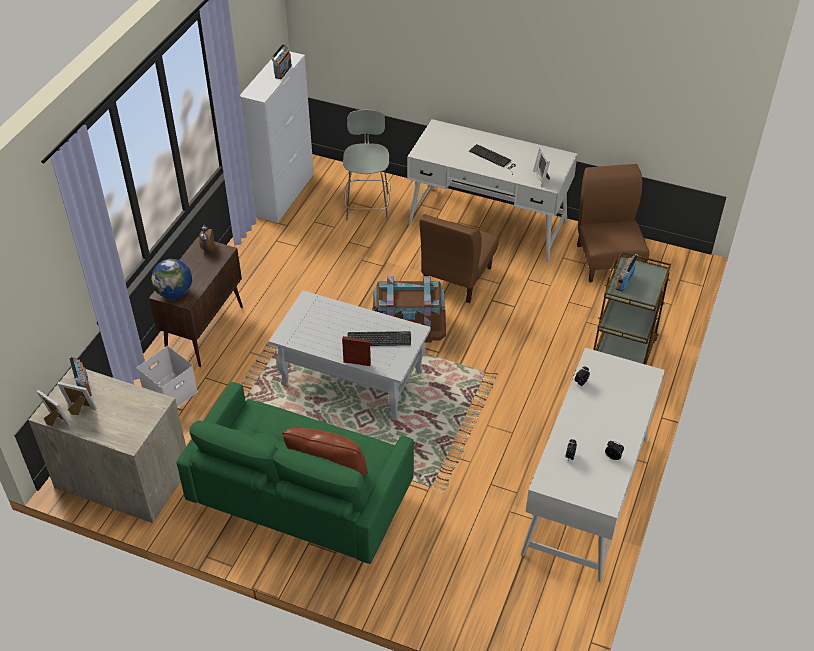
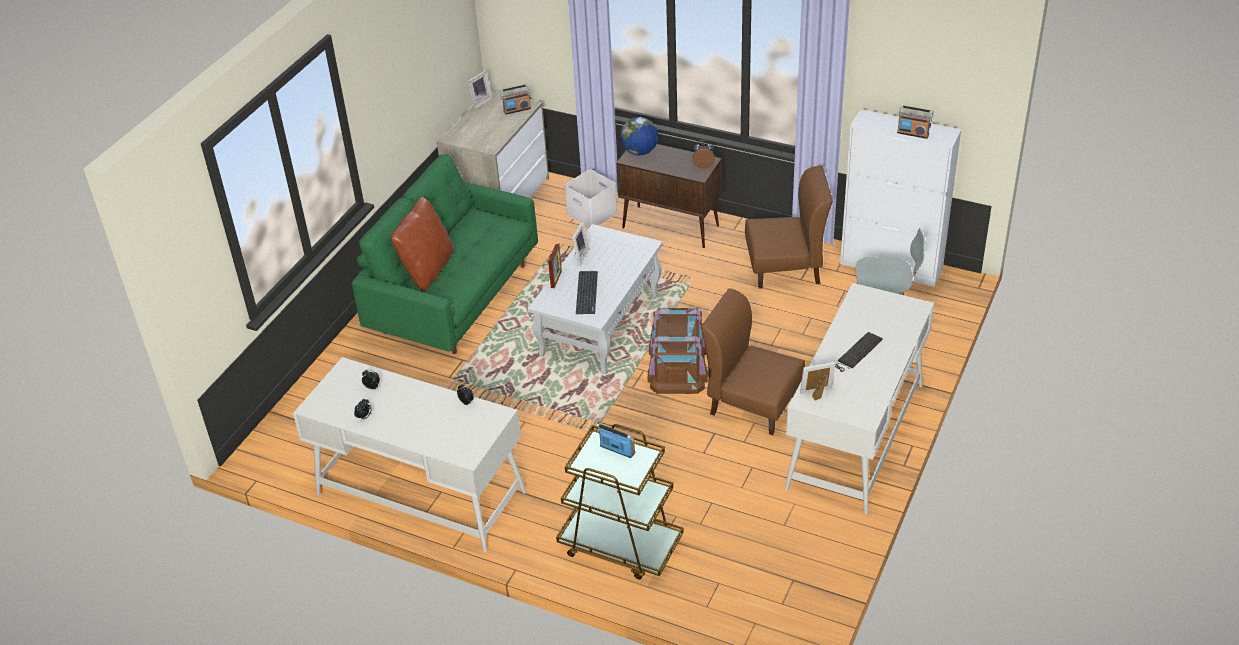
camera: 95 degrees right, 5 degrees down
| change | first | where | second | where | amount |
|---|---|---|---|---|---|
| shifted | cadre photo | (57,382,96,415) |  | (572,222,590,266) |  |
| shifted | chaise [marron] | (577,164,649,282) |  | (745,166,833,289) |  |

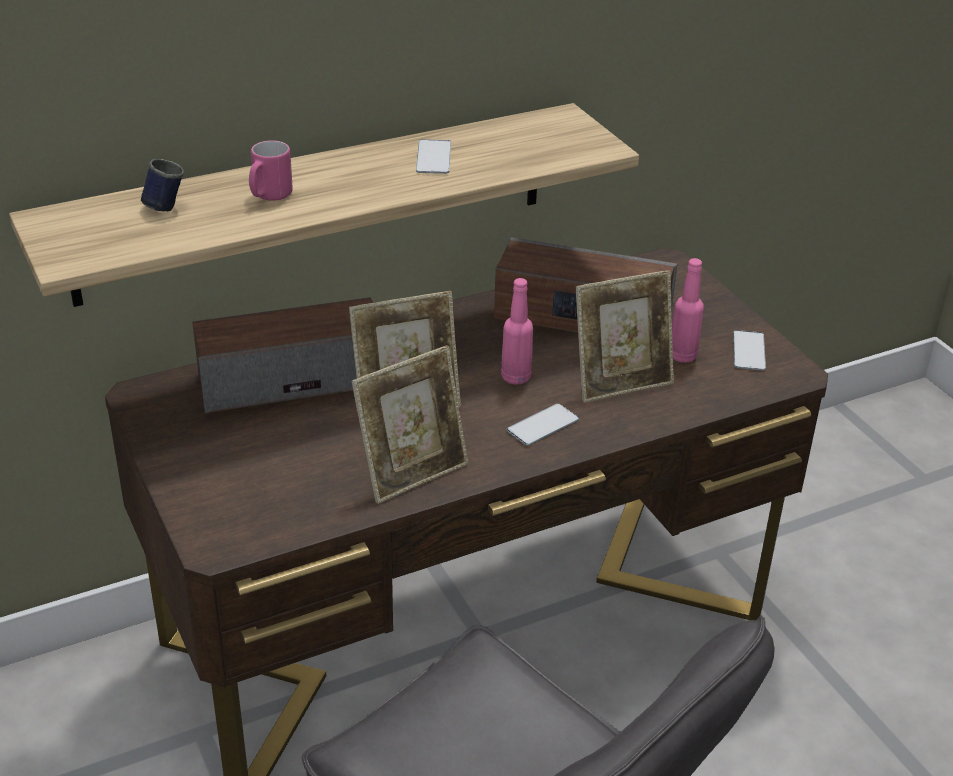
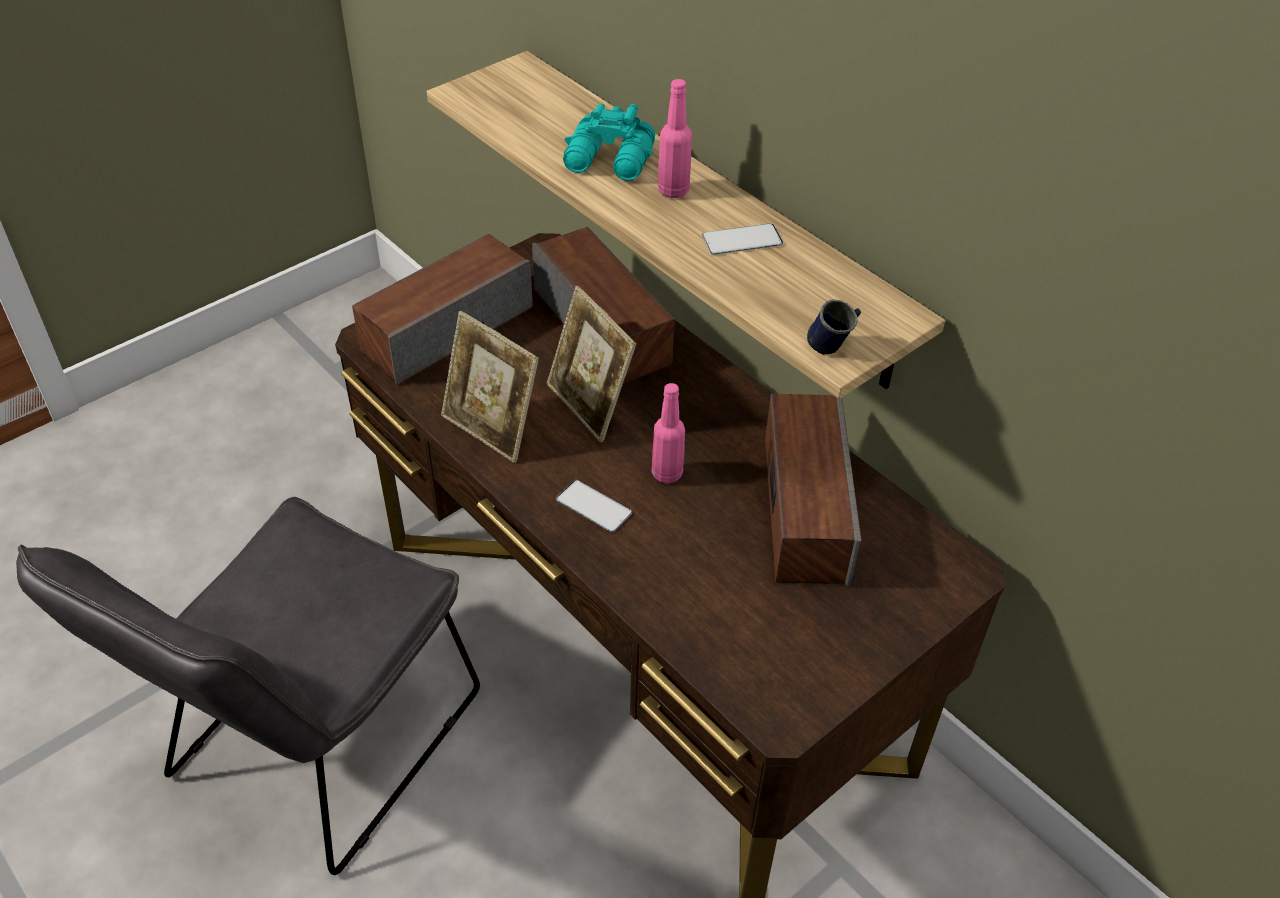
camera: 75 degrees right, 10 degrees up
| change | first | where | second | where | amount |
|---|---|---|---|---|---|
| gone | cadre photo | (576,270,674,403) |  |  |  |
| gone | téléphone | (733,330,766,370) |  |  |  |
| new |  |  | enceinte | (352,234,533,385) |  |
| shifted | mug [bleu] | (141,159,184,212) |  | (807,299,861,354) |  |
| shifted | bouteille [rose] | (672,258,704,363) |  | (658,79,692,198) |  |
| swapped | mug [rose] | (249,140,293,201) | jumelles [turquoise] | (563,103,655,181) |  |

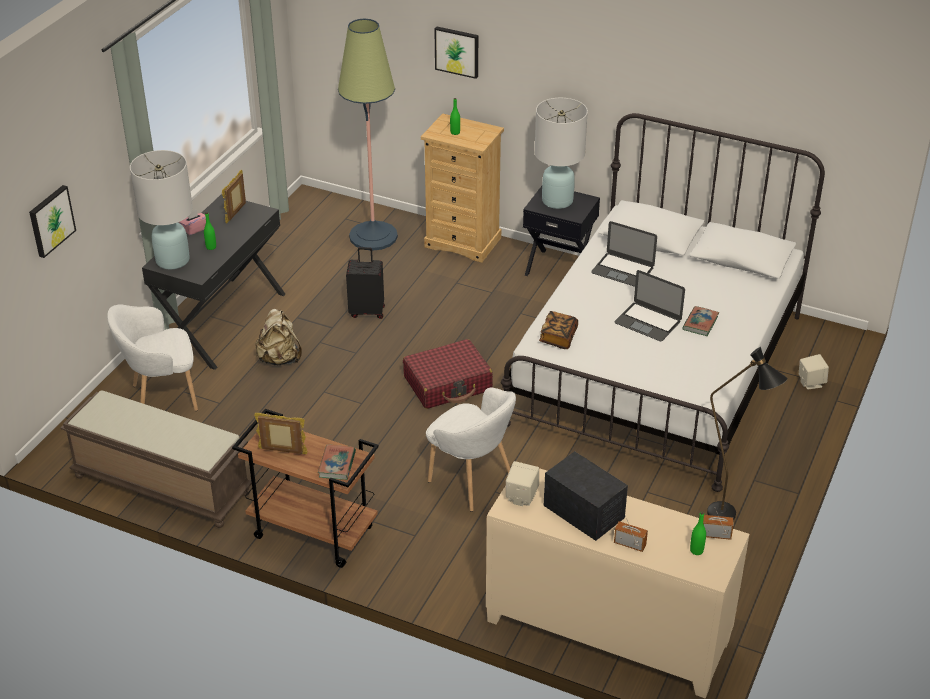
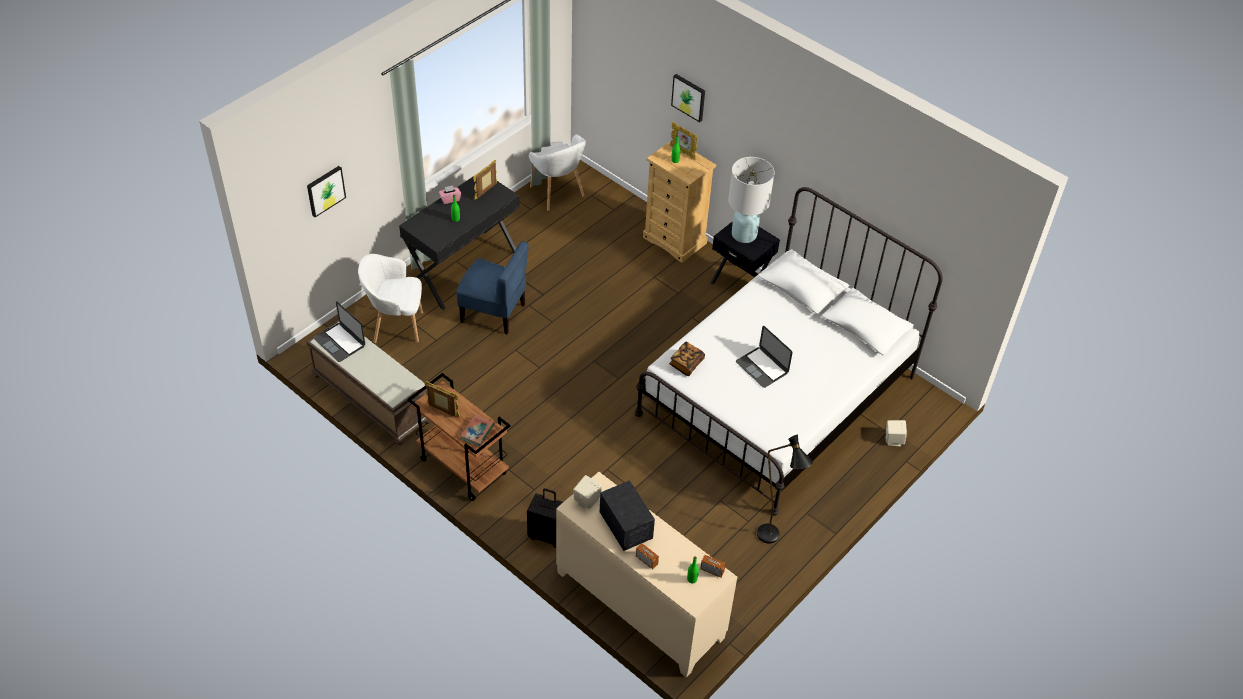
camera: 15 degrees right, 10 degrees up
| change | first | where | second | where | amount |
|---|---|---|---|---|---|
| gone | lampe de table [blanc] | (130,150,193,269) |  |  |  |
| gone | lampadaire | (338,18,398,251) |  |  |  |
| gone | valise [rouge] | (403,339,493,409) |  |  |  |
| gone | livre | (682,306,719,336) |  |  |  |
| new |  |  | cadre photo | (670,122,698,160) |  |
| shifted | valise [noir] | (346,247,385,319) |  | (527,488,563,548) |  |
| shifted | fauteuil [blanc] | (426,388,516,512) |  | (529,135,586,211) |  |
| shifted | ordinateur portable | (591,221,657,287) |  | (314,301,365,362) |  |
| swapped | sac à dos [beige] | (255,309,302,365) | chaise [bleu] | (456,241,529,334) |  |

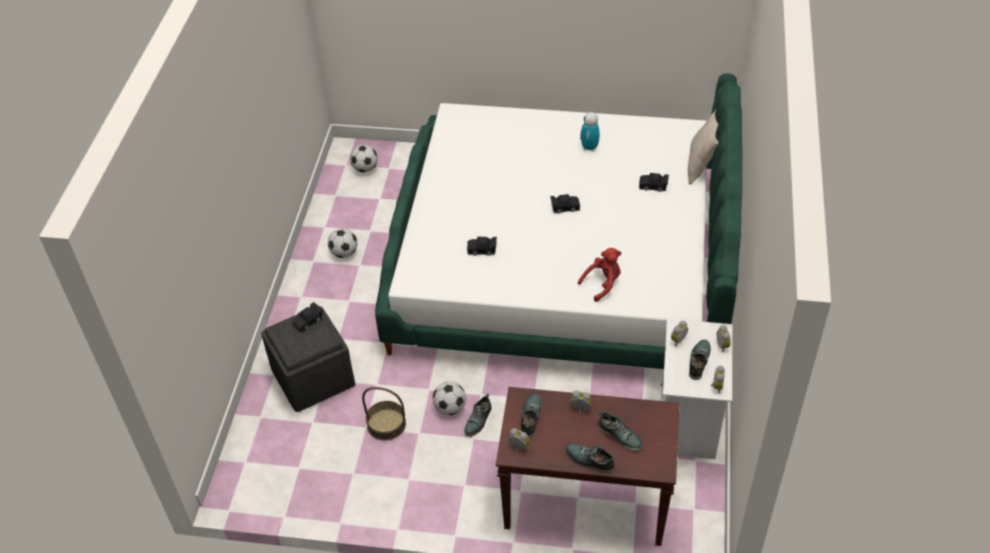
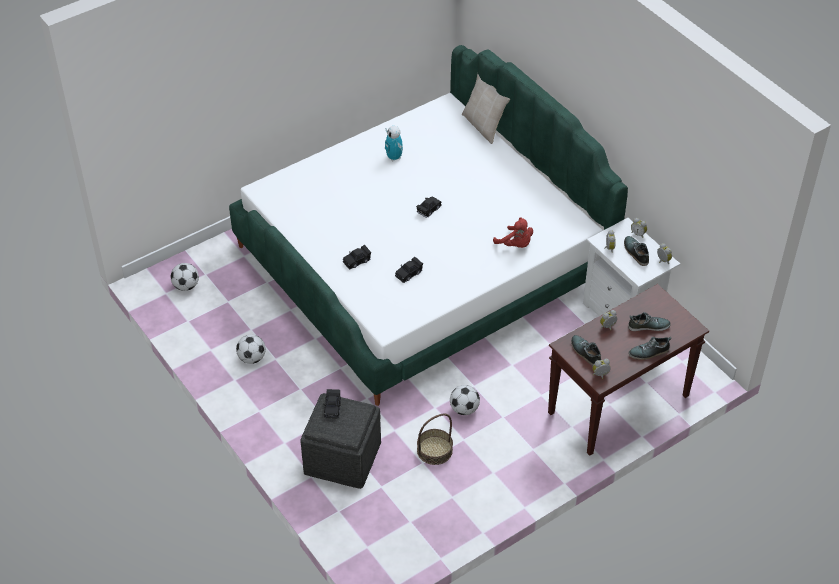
camera: 45 degrees left, 0 degrees up
| change | first | where | second | where | amount |
|---|---|---|---|---|---|
| gone | chaussure | (464,393,492,437) |  |  |  |
| shifted | petite voiture [noir] | (639,173,669,192) |  | (343,245,371,269) |  |
| rotated | peluche [rouge] | (578,248,622,302) |  | (493,217,533,248) | 120 degrees clockwise |

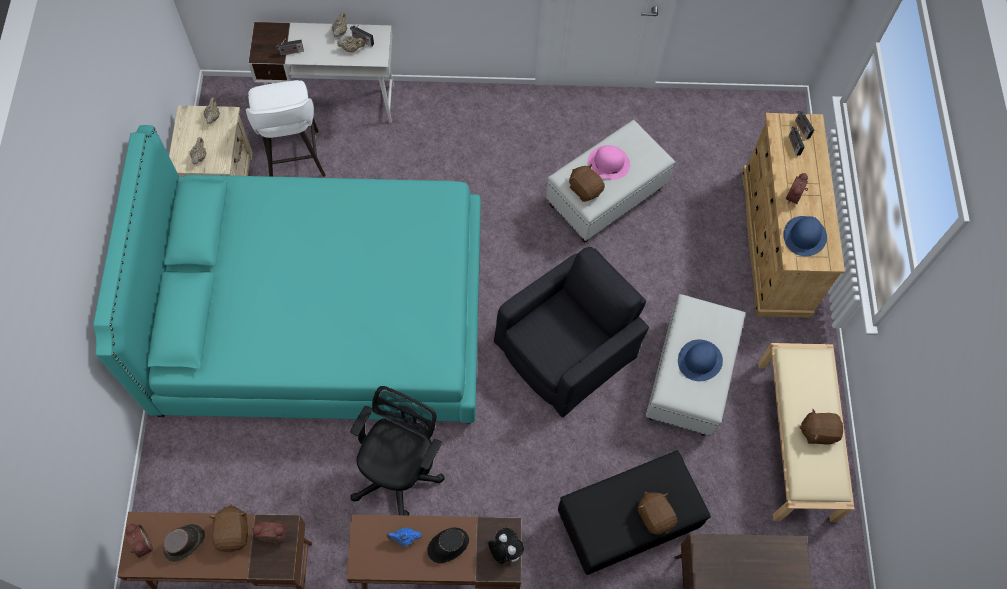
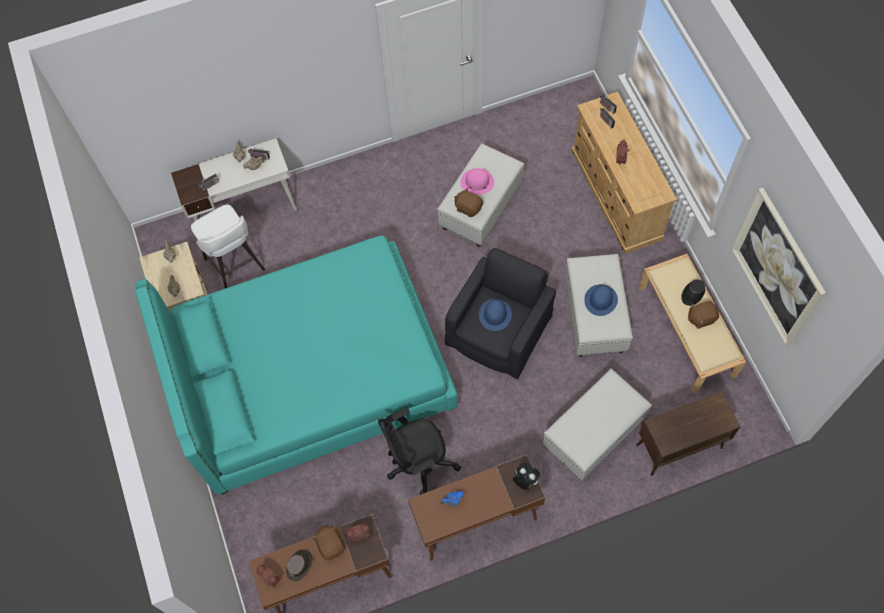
camera: 15 degrees left, 0 degrees up
| change | first | where | second | where | amount |
|---|---|---|---|---|---|
| gone | peluche [marron] | (638,492,677,535) |  |  |  |
| new |  |  | tableau | (731,188,826,346) |  |
| shifted | chapeau [noir] | (427,528,469,563) |  | (681,279,705,306) |  |
| shifted | chapeau [bleu] | (784,216,827,256) |  | (479,299,512,331) |  |
| repainted | pouf [noir] | (558,450,711,575) | pouf [blanc] | (543,369,652,481) |  |
| rotated | chaise de bureau [noir] | (350,386,445,516) |  | (378,407,461,495) | 120 degrees counterclockwise |

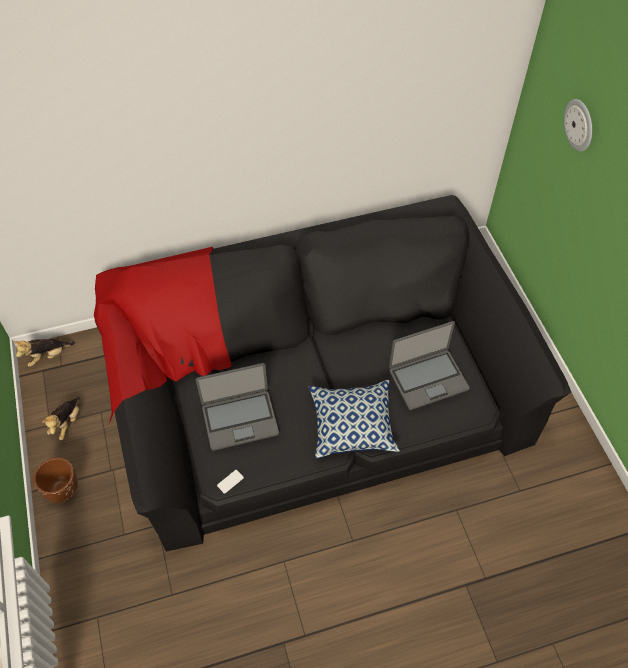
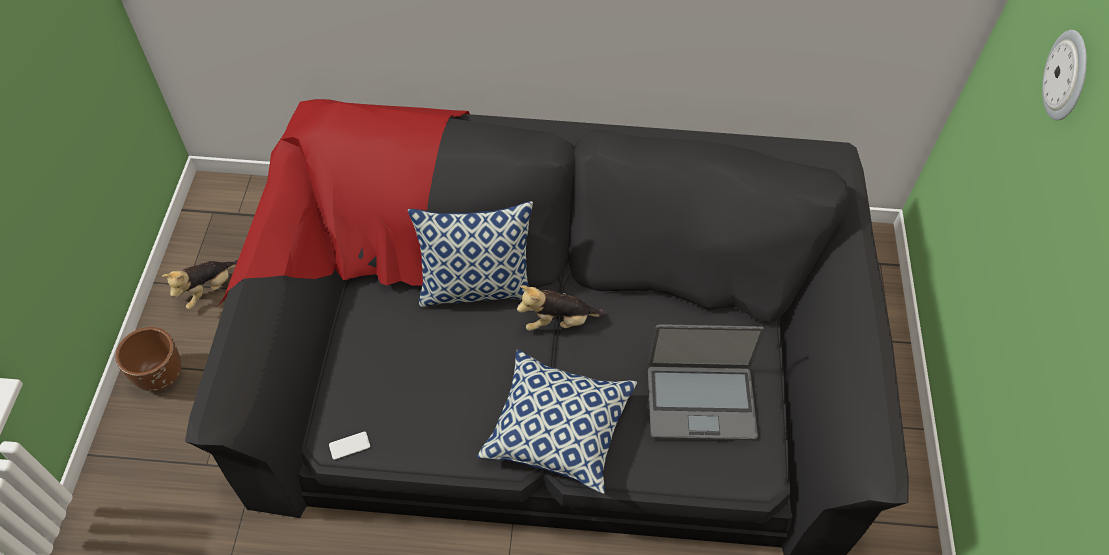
camera: 20 degrees right, 0 degrees up
| change | first | where | second | where | amount |
|---|---|---|---|---|---|
| gone | ordinateur portable | (196,363,279,451) |  |  |  |
| new |  |  | coussin | (408,201,533,307) |  |
| shifted | peluche | (13,339,75,367) |  | (517,285,606,331) |  |

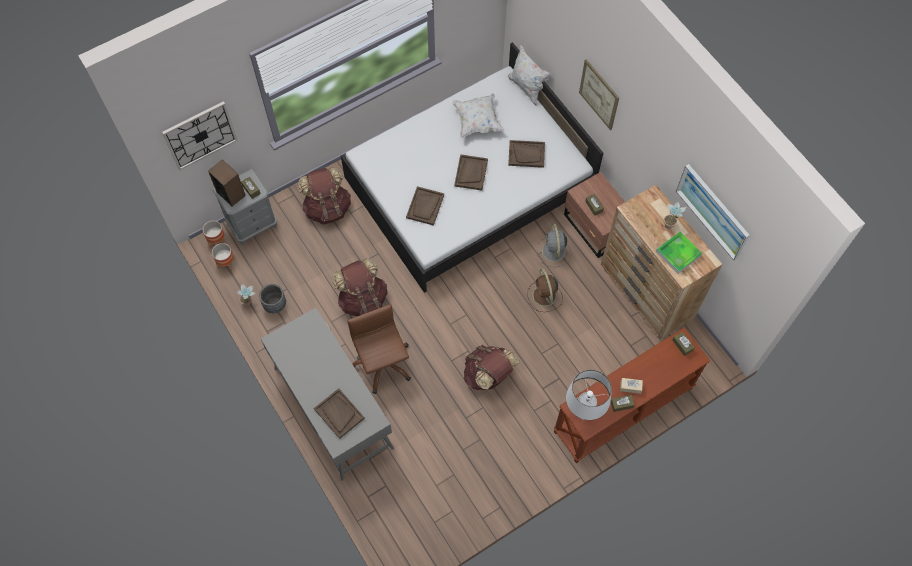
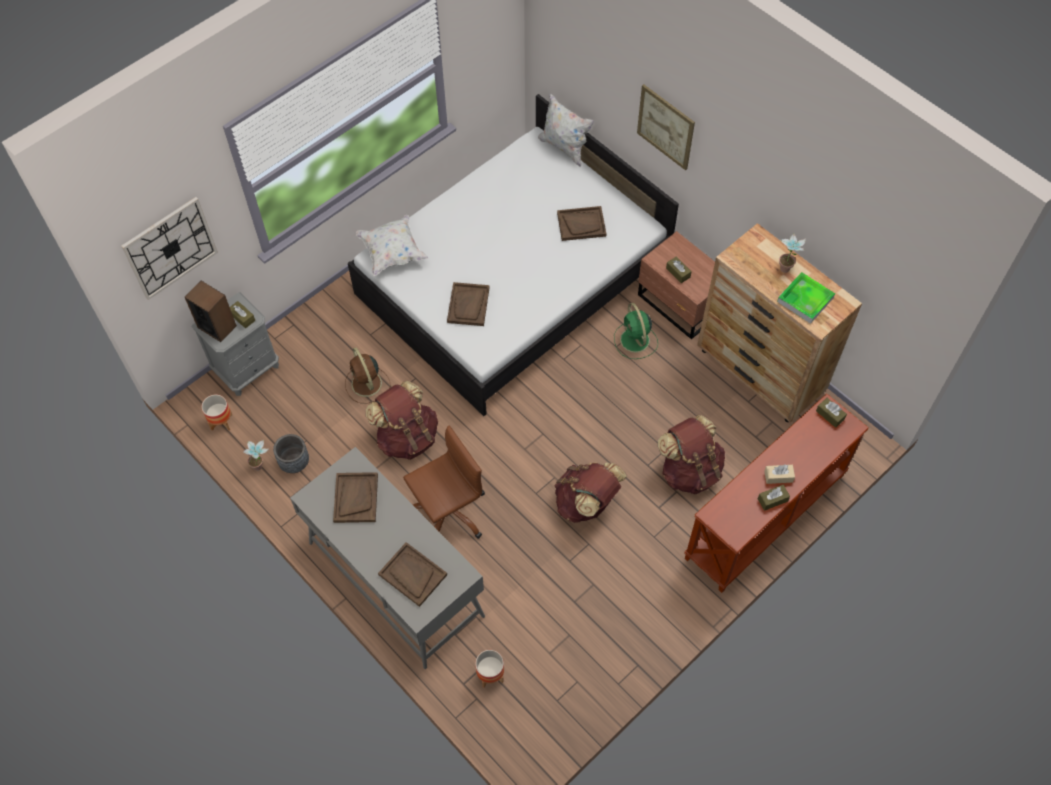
camera: 10 degrees left, 5 degrees down
| change | first | where | second | where | amount |
|---|---|---|---|---|---|
| gone | lampe de table [blanc] | (566,370,612,420) |  |  |  |
| gone | tableau | (676,164,750,260) |  |  |  |
| shifted | cache-pot | (203,221,225,248) |  | (475,650,504,688) |  |
| shifted | sac à dos [marron] | (298,167,351,224) |  | (658,415,725,495) |  |
| shifted | coussin [blanc] | (452,93,504,138) |  | (356,215,428,276) |  |
| shifted | plateau [marron] | (454,154,488,190) |  | (333,472,378,523) |  |
| shifted | ventilateur [marron] | (528,269,563,312) |  | (345,348,391,404) |  |
| repainted | ventilateur [gris] | (537,224,572,267) | ventilateur [vert] | (614,303,658,359) |  |
| rotated | chaise de bureau [marron] | (347,304,411,394) |  | (403,426,485,539) | 90 degrees clockwise |

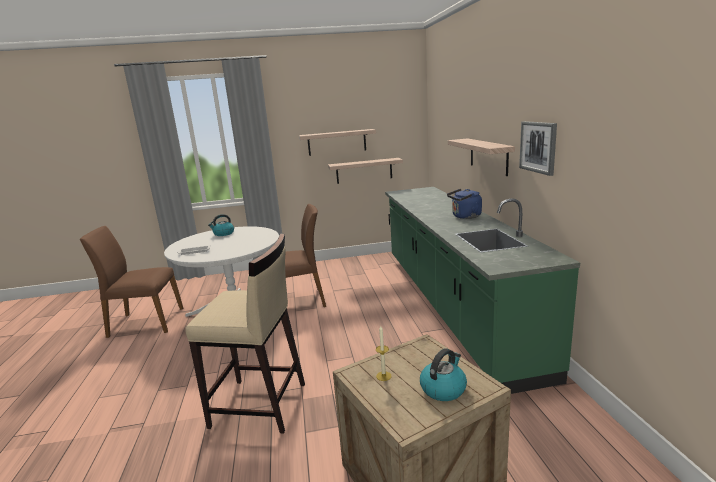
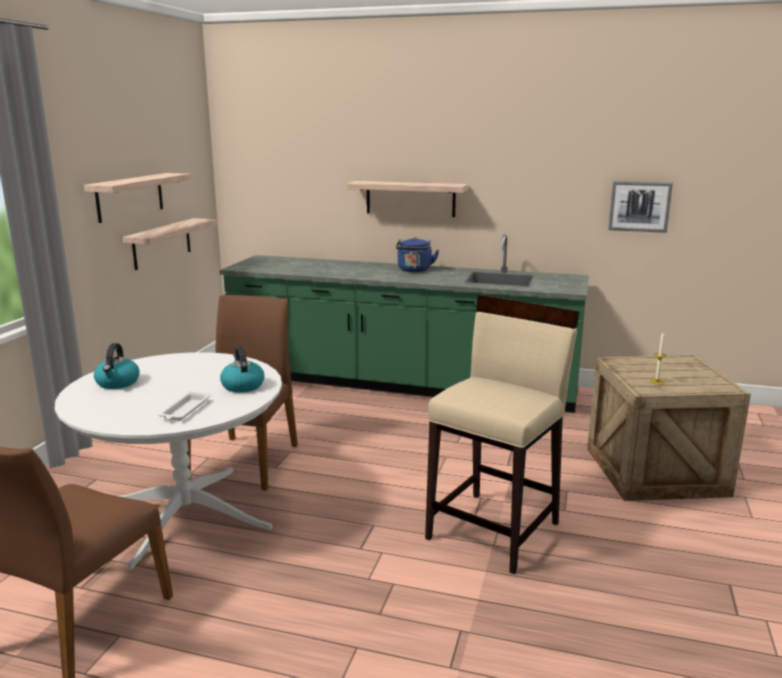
camera: 65 degrees left, 0 degrees up
| change | first | where | second | where | amount |
|---|---|---|---|---|---|
| shifted | bouilloire | (420,348,467,401) |  | (220,346,264,393) |  |
| shifted | tableau | (519,121,557,176) |  | (608,181,673,233) |  |

